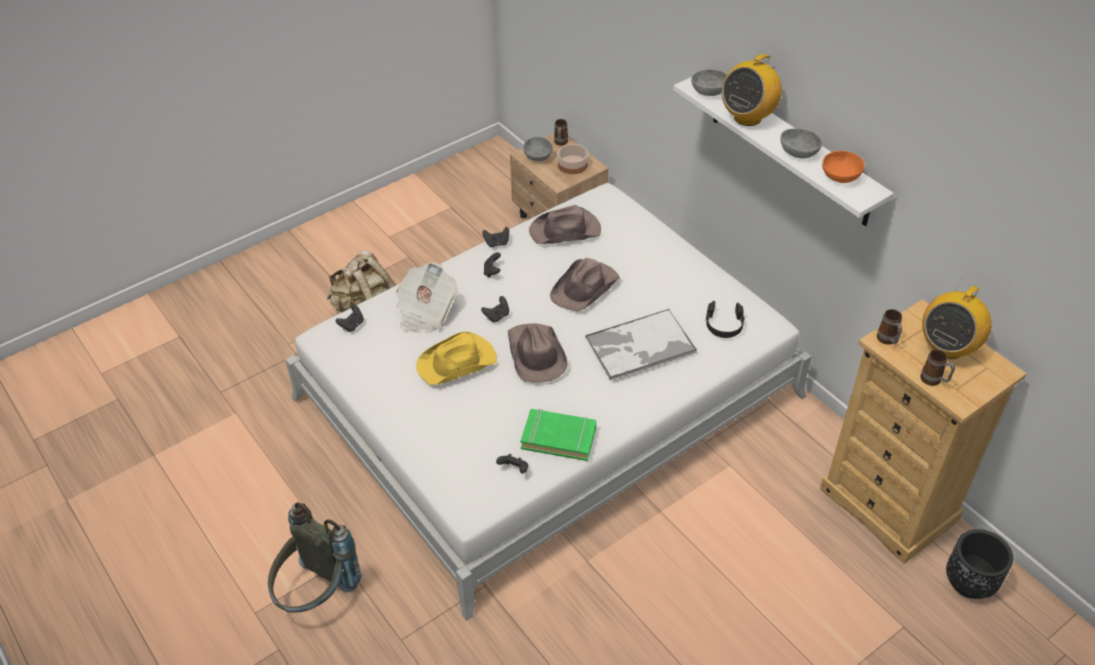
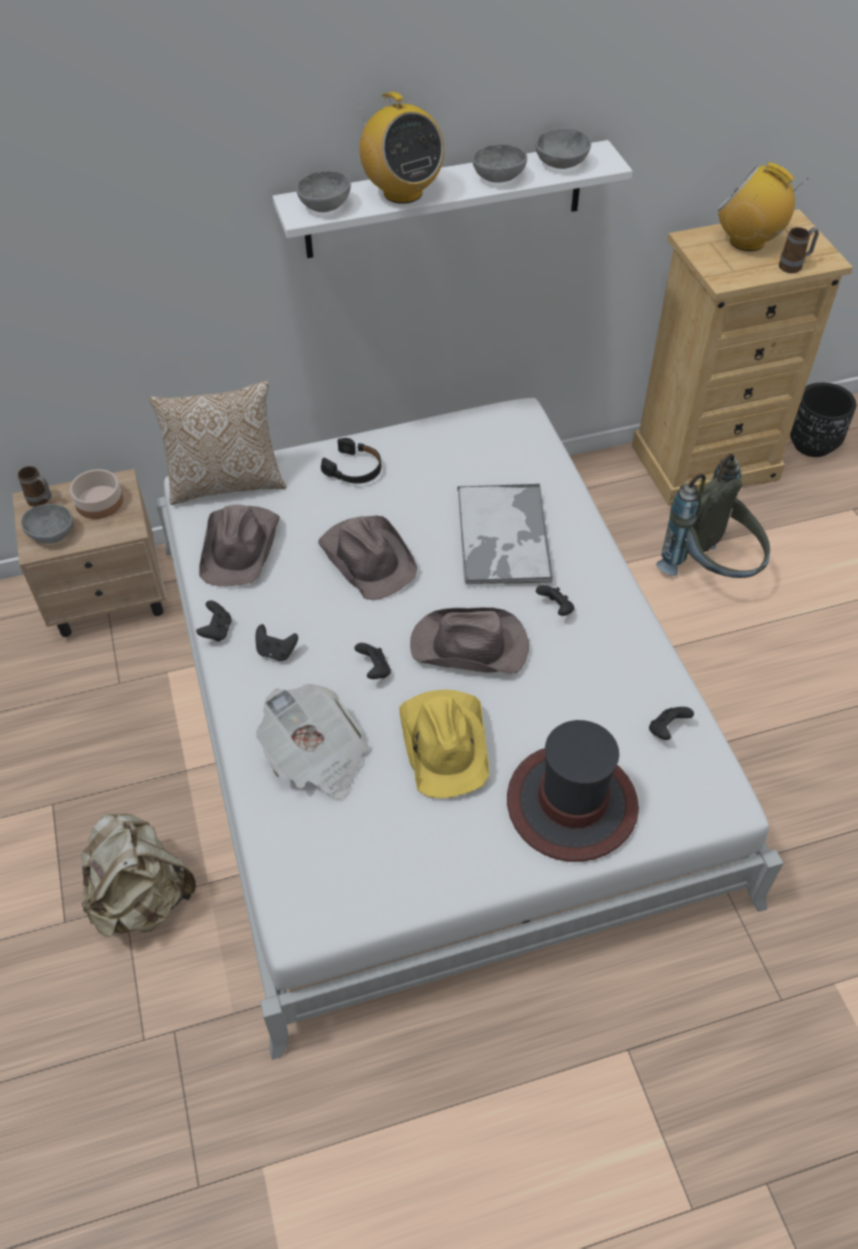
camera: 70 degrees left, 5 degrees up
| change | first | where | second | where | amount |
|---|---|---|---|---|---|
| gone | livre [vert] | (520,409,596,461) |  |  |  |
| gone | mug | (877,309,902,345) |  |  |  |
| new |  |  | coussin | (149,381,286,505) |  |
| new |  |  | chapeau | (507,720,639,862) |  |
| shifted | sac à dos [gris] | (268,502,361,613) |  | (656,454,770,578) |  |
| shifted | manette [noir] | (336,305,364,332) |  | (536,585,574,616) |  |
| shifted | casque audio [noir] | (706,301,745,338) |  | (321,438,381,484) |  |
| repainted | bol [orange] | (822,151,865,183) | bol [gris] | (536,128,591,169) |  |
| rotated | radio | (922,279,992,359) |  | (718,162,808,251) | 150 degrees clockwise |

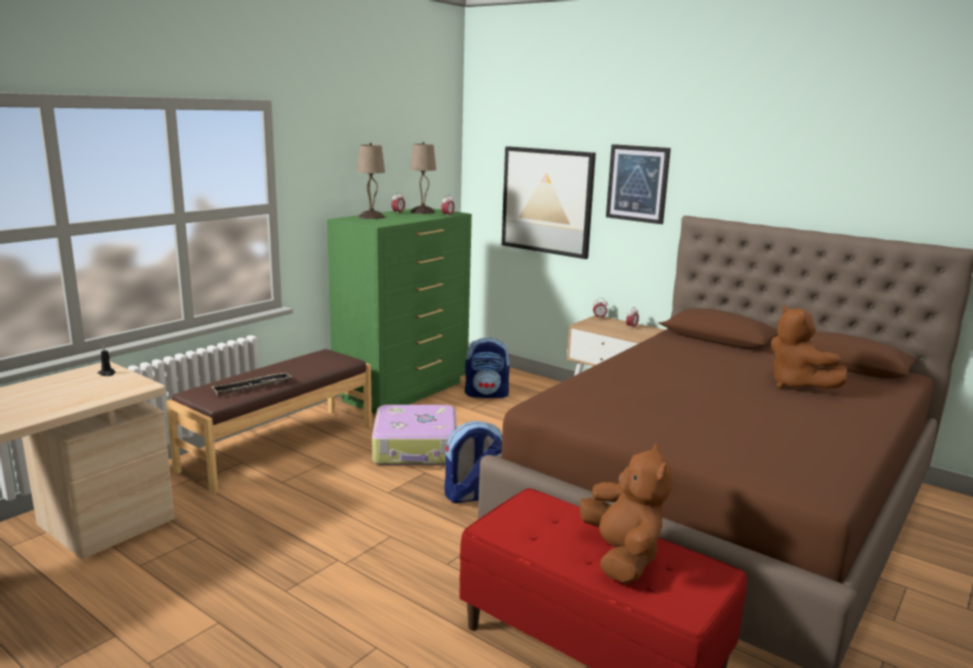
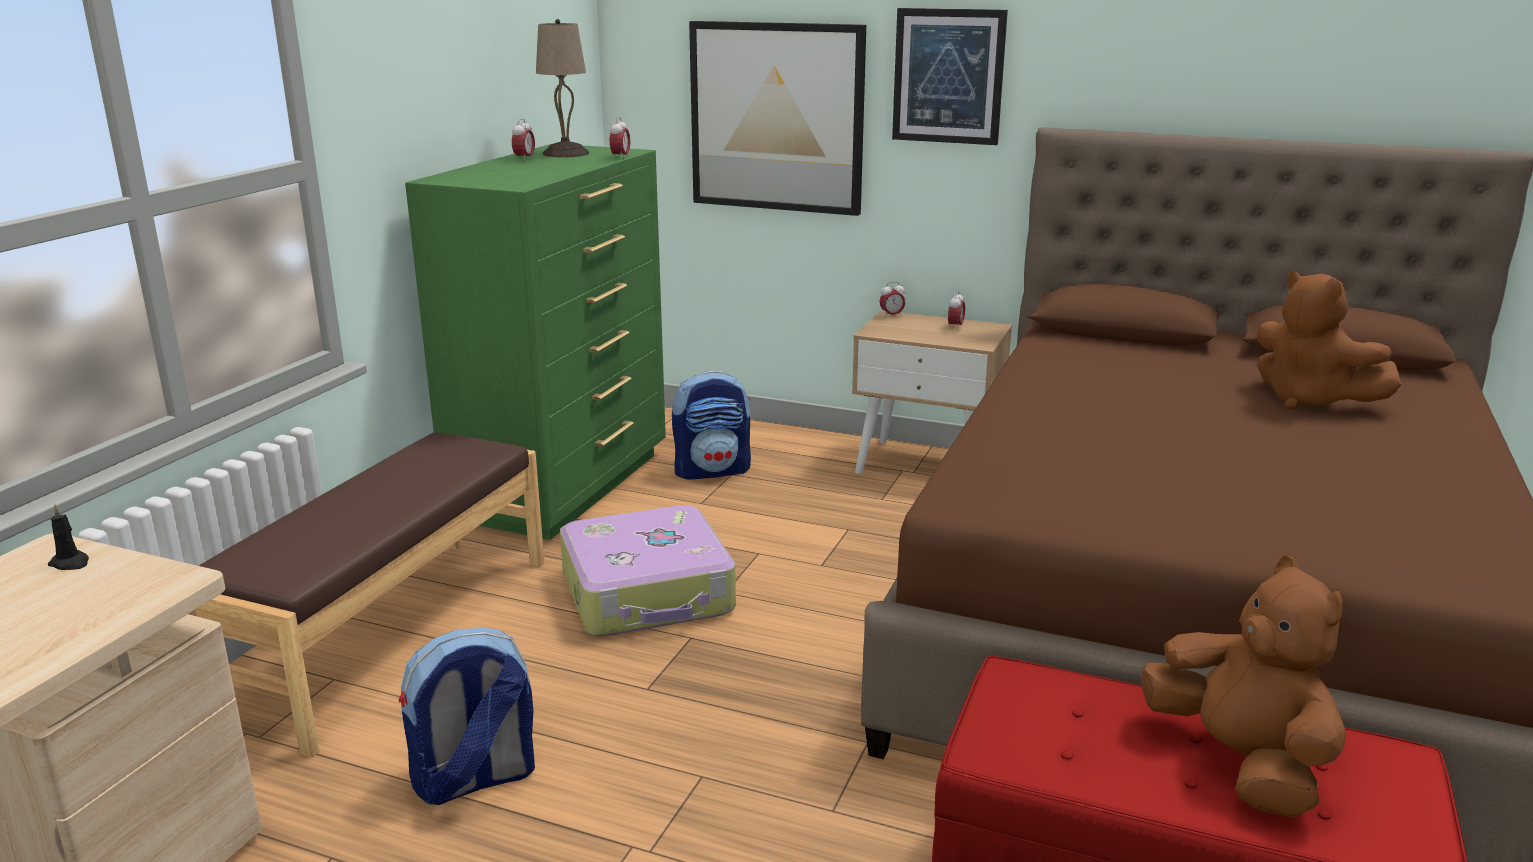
camera: 15 degrees left, 5 degrees up
| change | first | where | second | where | amount |
|---|---|---|---|---|---|
| gone | plateau | (212,373,293,396) |  |  |  |
| gone | lampe de table [beige] | (357,143,385,219) |  |  |  |
| shifted | sac à dos | (444,421,502,503) |  | (398,628,535,805) |  |

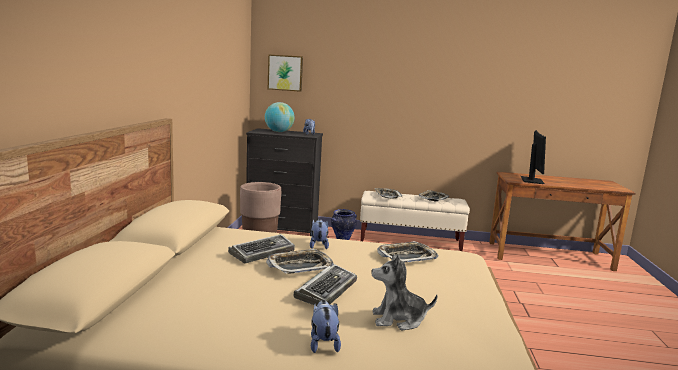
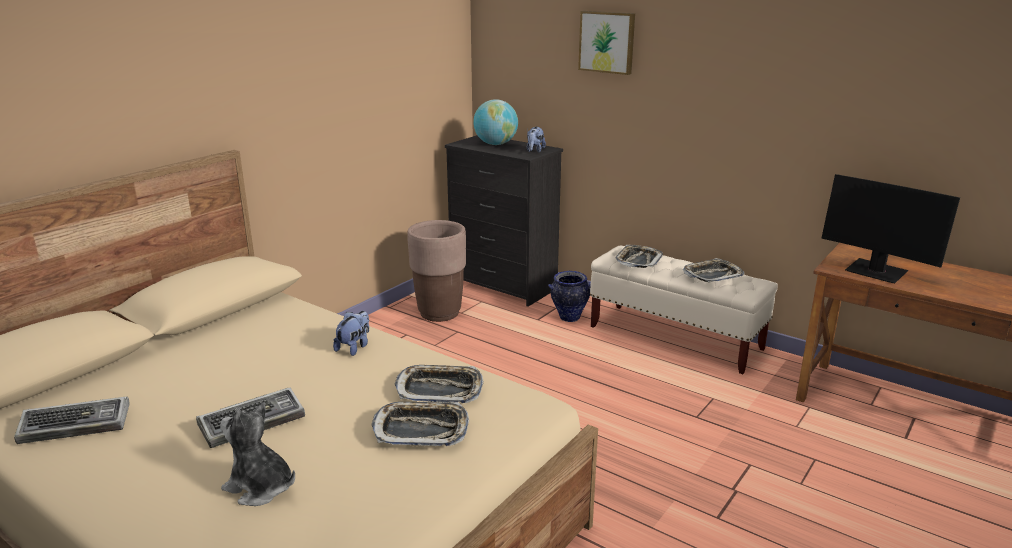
camera: 30 degrees right, 10 degrees up
| change | first | where | second | where | amount |
|---|---|---|---|---|---|
| gone | peluche | (311,300,341,353) |  |  |  |
| shifted | clavier | (228,234,295,264) |  | (14,396,130,444) |  |
| shifted | plateau | (266,249,334,274) |  | (371,402,469,446) |  |
| shifted | tableau | (268,54,303,92) |  | (578,11,635,75) |  |
| rotated | écran d'ordinateur | (521,130,546,184) |  | (821,174,960,283) | 90 degrees clockwise |

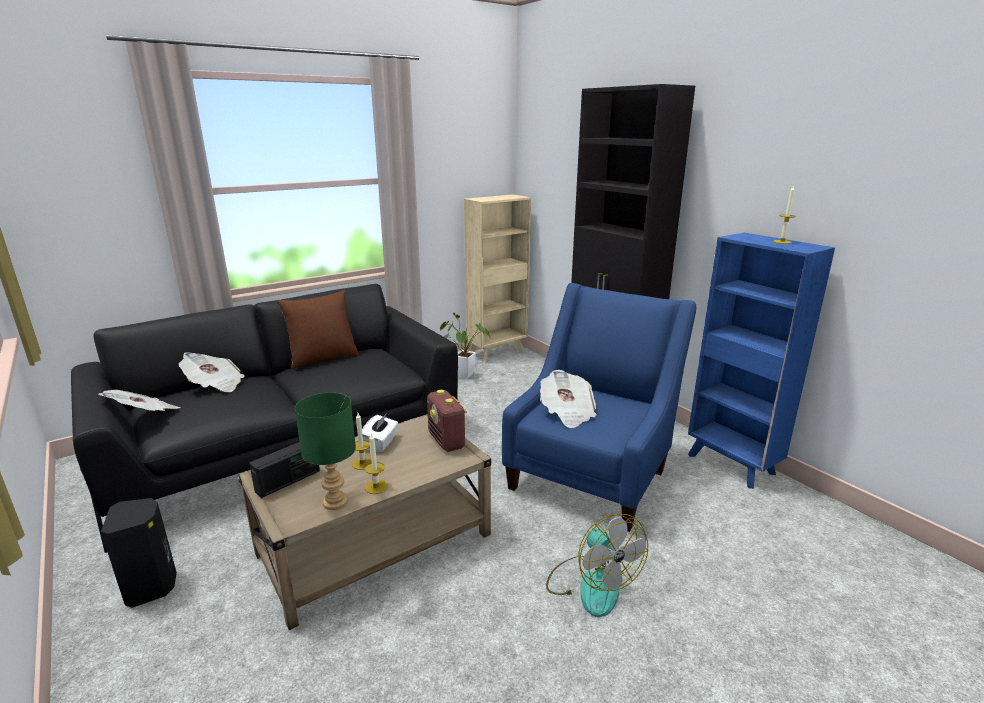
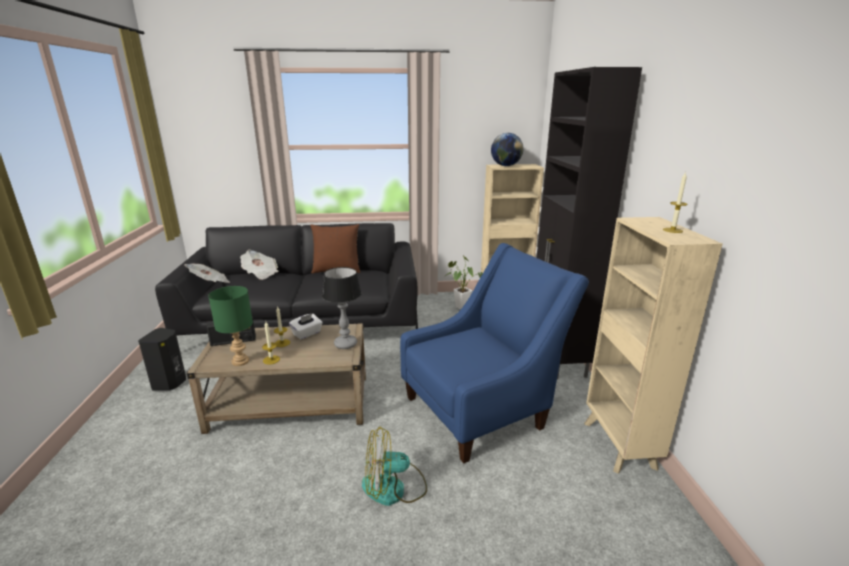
camera: 30 degrees right, 0 degrees up
| change | first | where | second | where | amount |
|---|---|---|---|---|---|
| gone | journal | (540,370,597,428) |  |  |  |
| new |  |  | globe | (491,133,524,166) |  |
| swapped | radio | (427,390,467,452) | lampe de table | (322,267,362,349) |  |
| repainted | bibliothèque [bleu] | (688,233,835,489) | bibliothèque [beige] | (584,217,722,474) |  |
| rotated | ventilateur | (546,514,648,617) |  | (362,426,427,506) | 75 degrees clockwise |

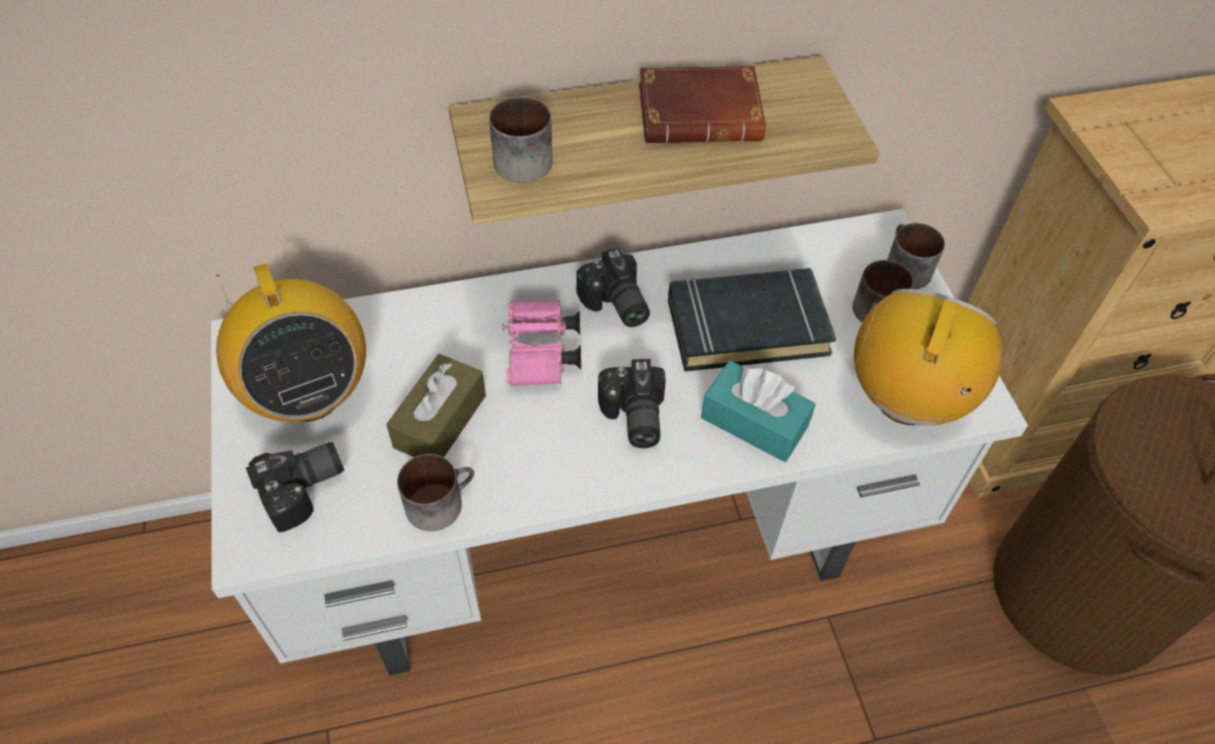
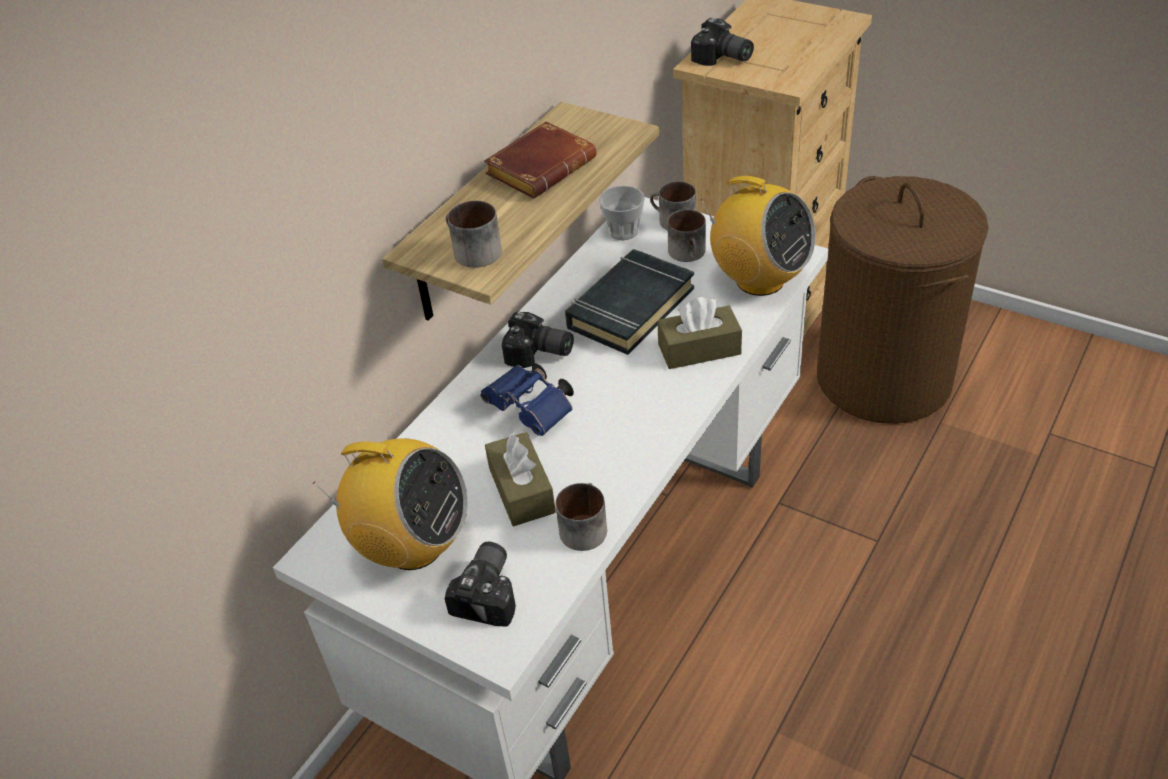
camera: 40 degrees left, 10 degrees down
| change | first | where | second | where | amount |
|---|---|---|---|---|---|
| new |  |  | tasse | (599,185,645,241) |  |
| shifted | appareil photo | (598,359,666,448) |  | (691,18,754,66) |  |
| repainted | jumelles [rose] | (502,300,581,386) | jumelles [bleu] | (481,363,574,436) |  |
| repainted | boîte à mouchoirs [turquoise] | (701,361,816,462) | boîte à mouchoirs [marron] | (657,297,742,369) |  |
| rotated | radio | (854,289,1002,426) |  | (701,176,816,296) | 150 degrees clockwise |

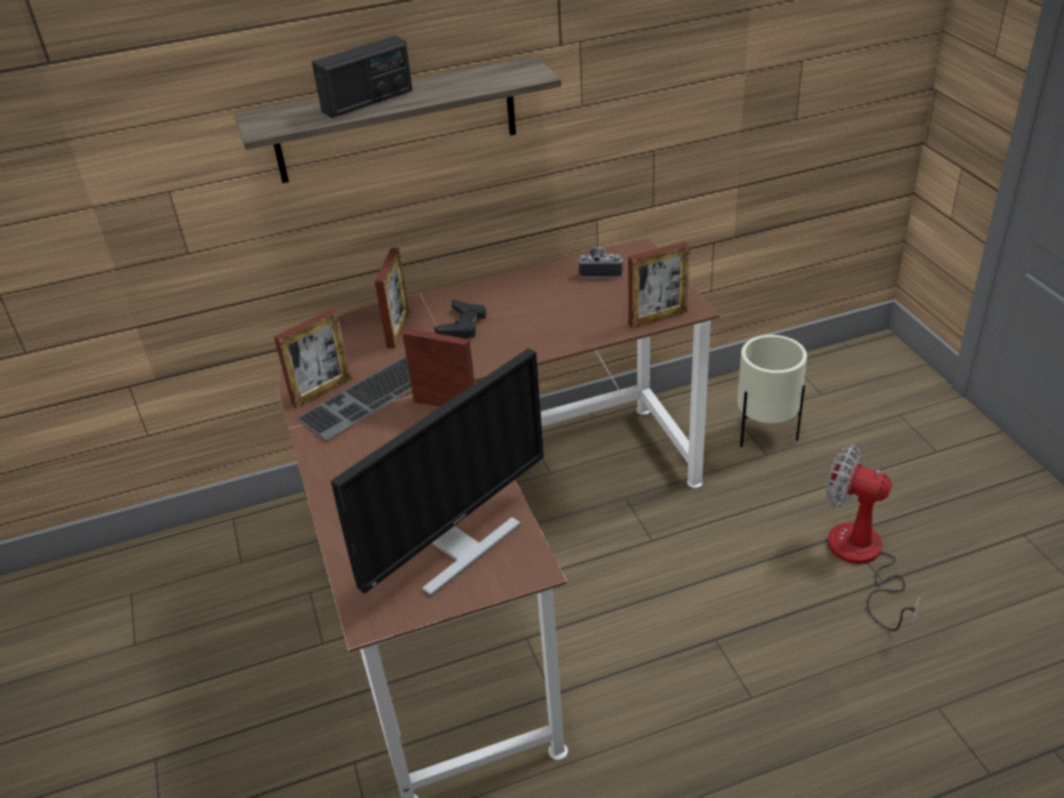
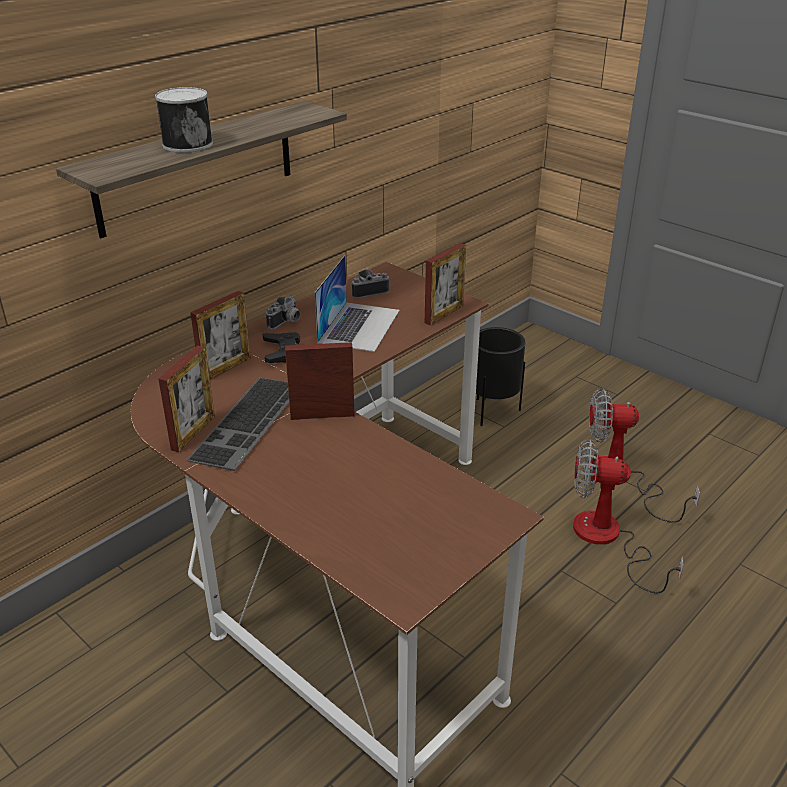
camera: 30 degrees left, 5 degrees down
| change | first | where | second | where | amount |
|---|---|---|---|---|---|
| gone | écran d'ordinateur | (331,348,544,597) |  |  |  |
| new |  |  | appareil photo | (266,295,300,330) |  |
| new |  |  | ordinateur portable | (315,255,400,352) |  |
| new |  |  | ventilateur | (573,439,684,593) |  |
| swapped | radio | (312,36,412,118) | boîte métallique | (155,87,213,153) |  |
| repainted | cache-pot [beige] | (737,335,807,447) | cache-pot [noir] | (476,327,525,426) |  |
| rotated | cadre photo | (375,248,410,348) |  | (190,291,251,379) | 60 degrees clockwise |

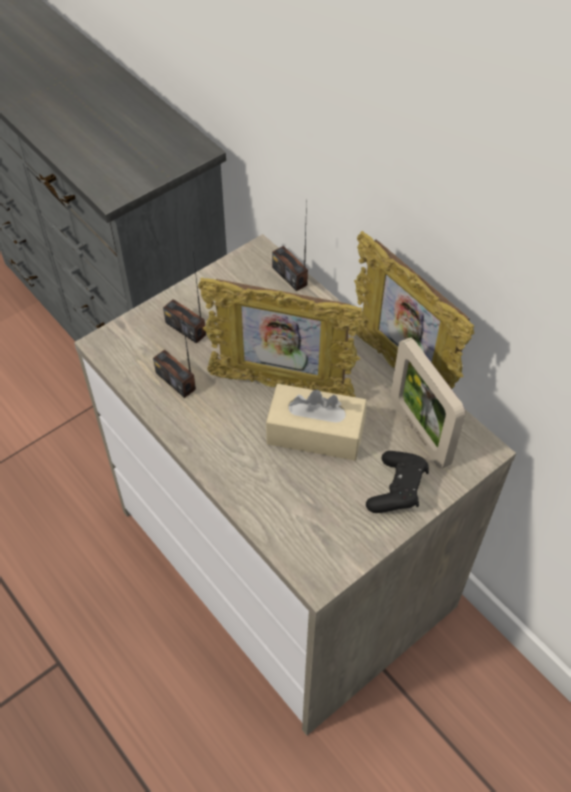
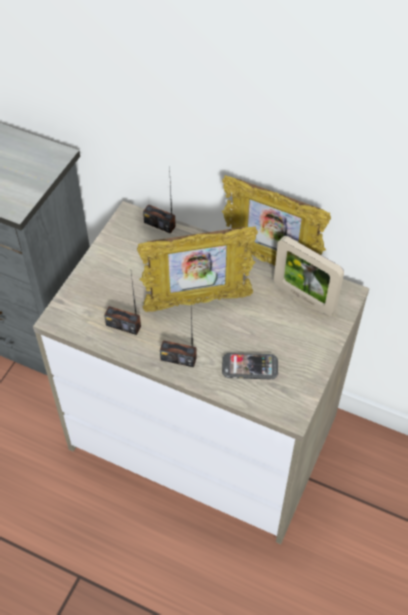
camera: 25 degrees left, 0 degrees up
| change | first | where | second | where | amount |
|---|---|---|---|---|---|
| gone | boîte à mouchoirs [beige] | (266,384,367,461) |  |  |  |
| gone | manette [noir] | (366,451,429,513) |  |  |  |
| new |  |  | téléphone | (222,353,278,379) |  |
| shifted | radio | (163,252,206,344) |  | (160,304,197,367) |  |

